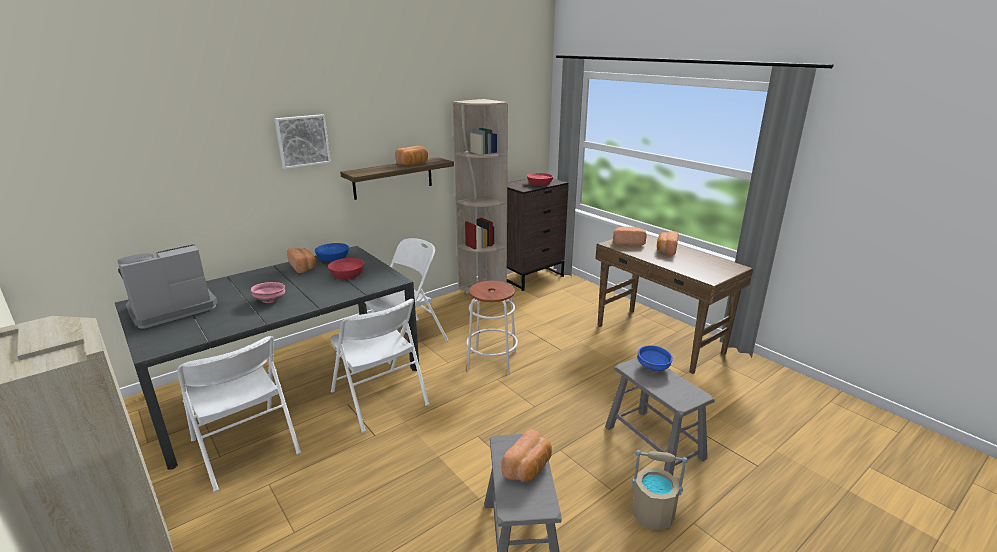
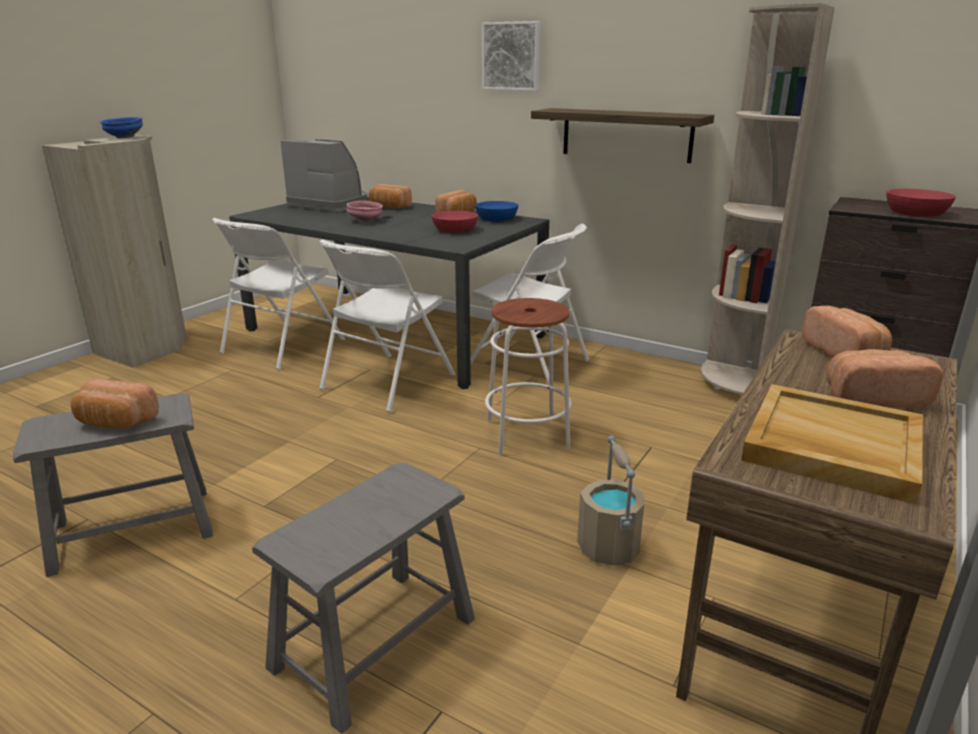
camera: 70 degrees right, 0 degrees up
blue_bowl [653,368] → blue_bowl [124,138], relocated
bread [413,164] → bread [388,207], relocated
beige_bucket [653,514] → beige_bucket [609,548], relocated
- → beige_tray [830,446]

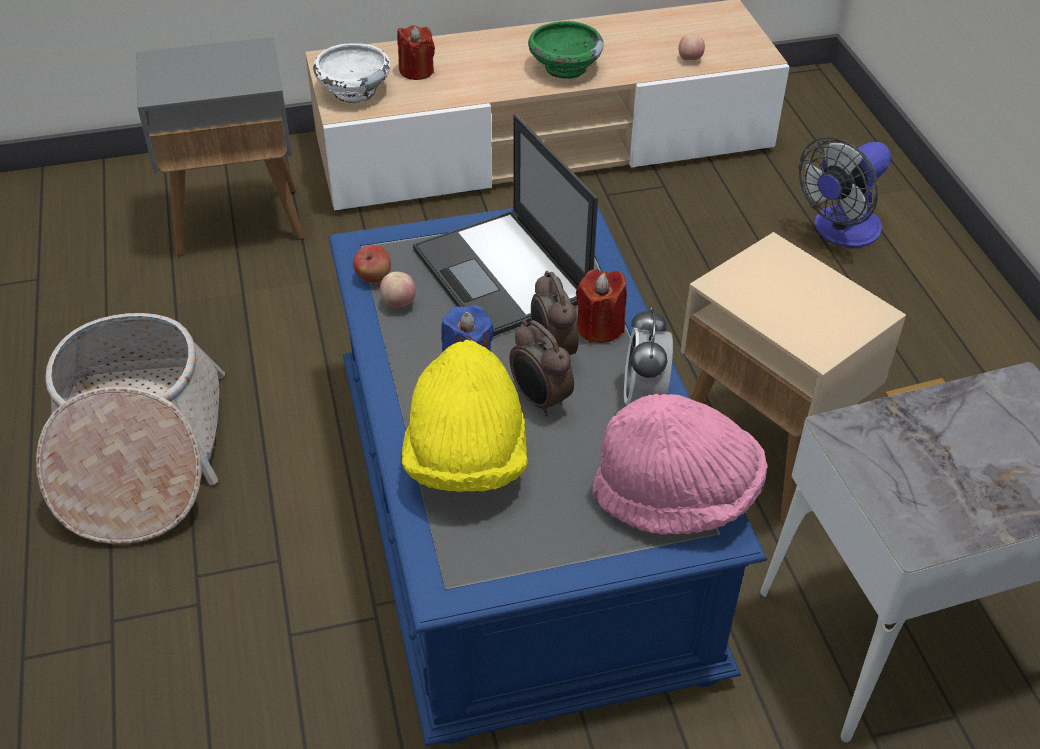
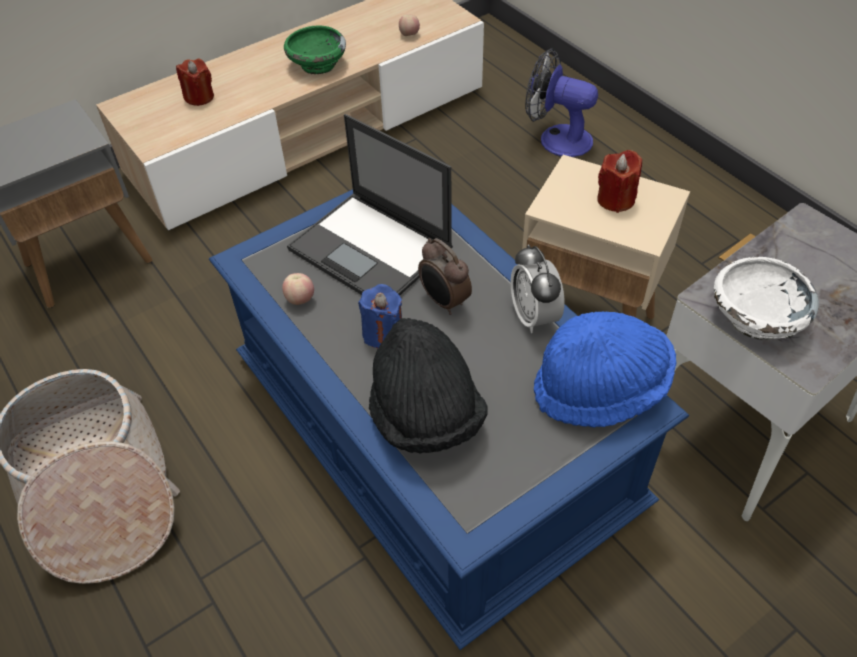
camera: 20 degrees left, 5 degrees up
yellow_hat [466,460] → black_hat [425,415]
fan [839,232] → fan [556,138], 90 degrees clockwise
pink_hat [676,496] → blue_hat [600,389]
red_candle [600,327] → red_candle [615,199], relocated
white_bowl [354,91] → white_bowl [755,318], relocated
apple [373,277] → -
alarm_clock [539,400] → -

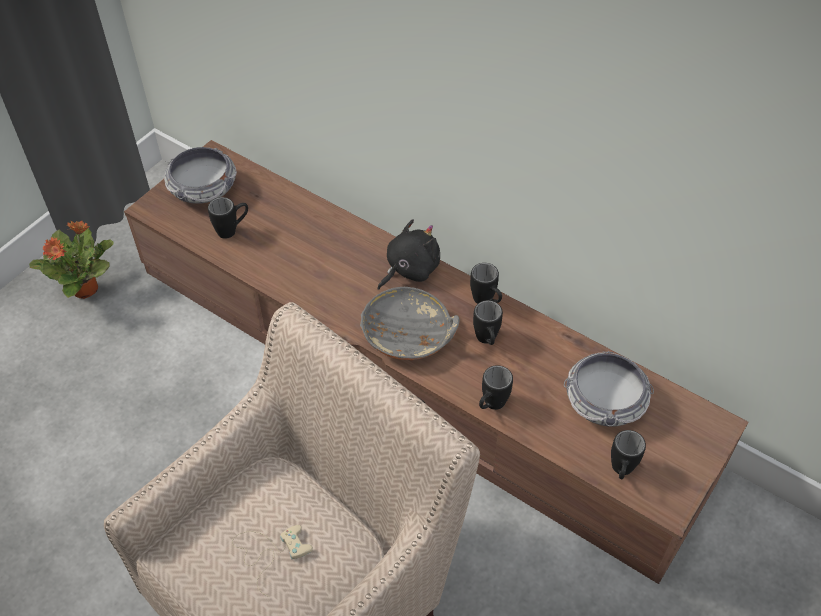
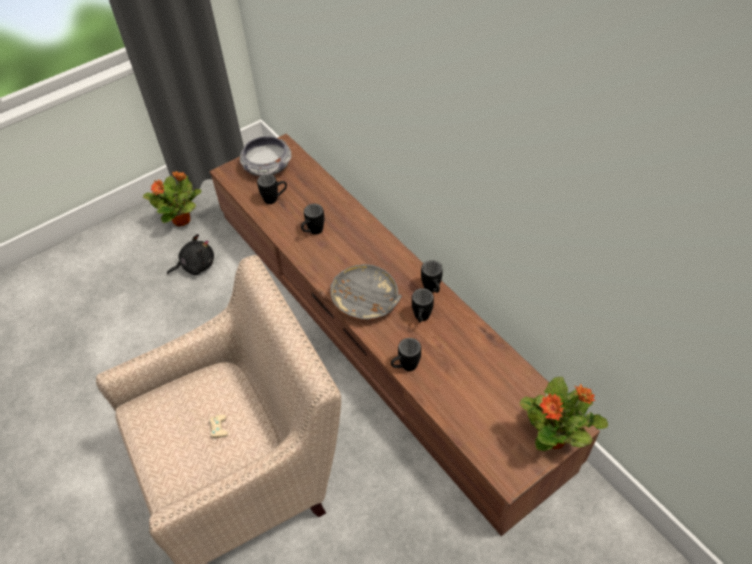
camera: 20 degrees right, 0 degrees up
black_plush_toy [409,269] → black_plush_toy [196,265], relocated
black_mug [621,472] → black_mug [313,232], relocated
- → potted_plant [554,437]
bowl [604,401] → -

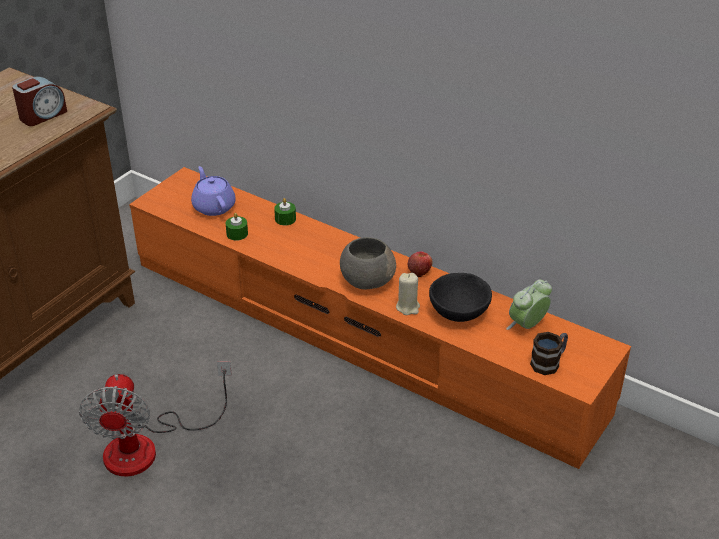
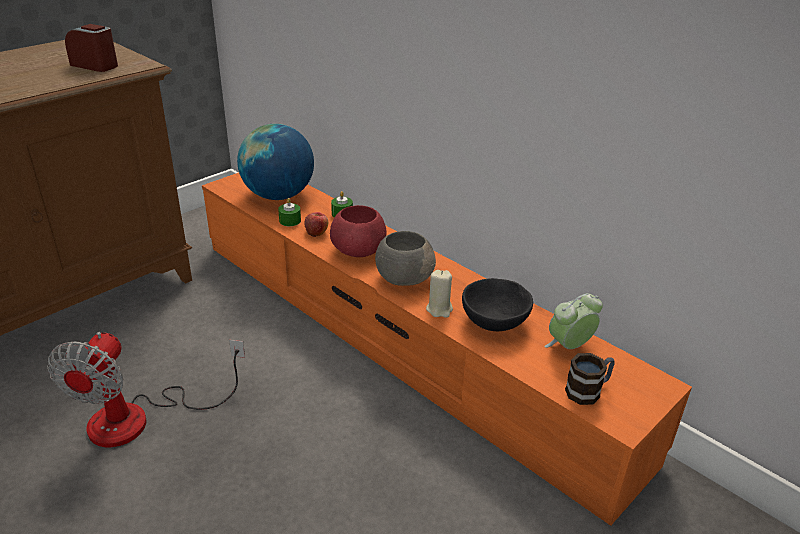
camera: 10 degrees right, 5 degrees down
alarm_clock [42,115] → alarm_clock [95,65], 120 degrees counterclockwise
purple_teapot [213,206] → globe [278,195]
apple [419,271] → apple [316,232], relocated
- → red_bowl [359,250]

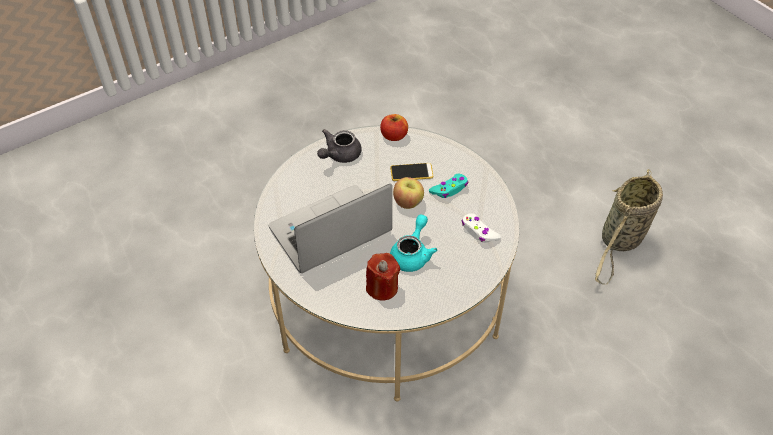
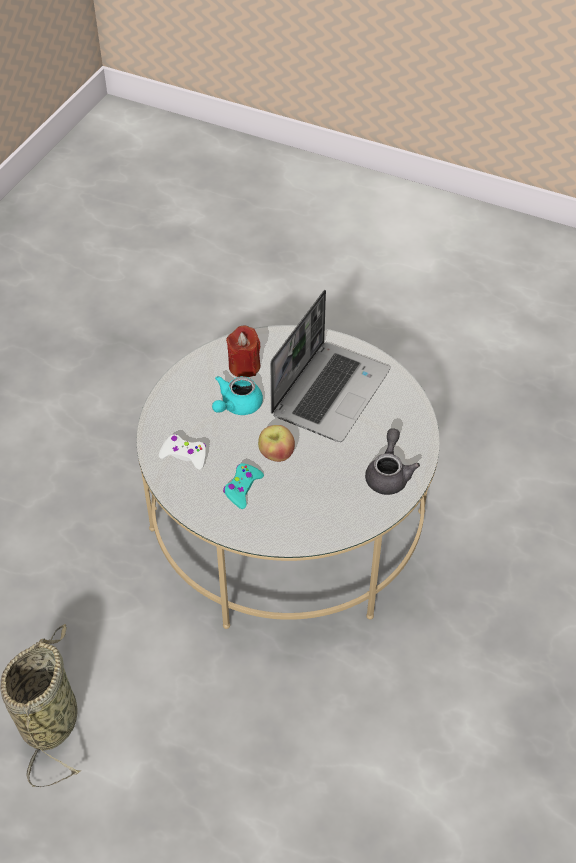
camera: 150 degrees right, 0 degrees up
turquoise_teapot [412,254] → turquoise_teapot [237,406], 45 degrees clockwise
apple [394,136] → -
phone [411,172] → -

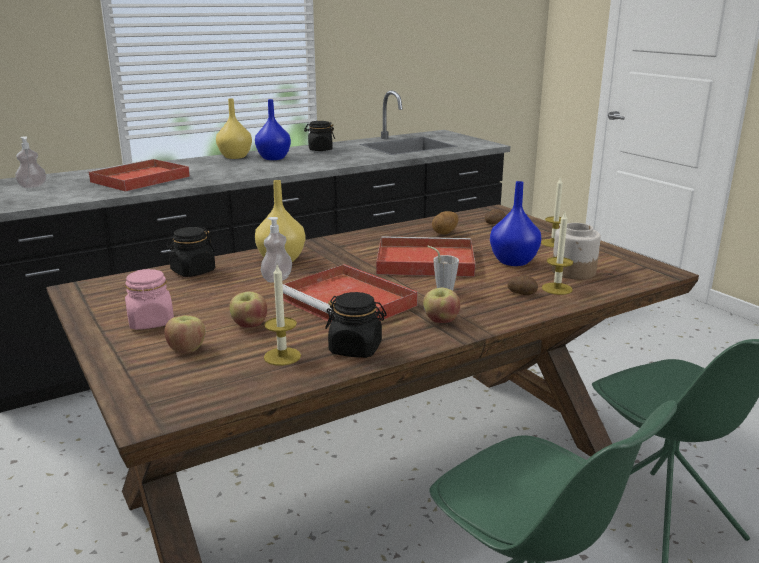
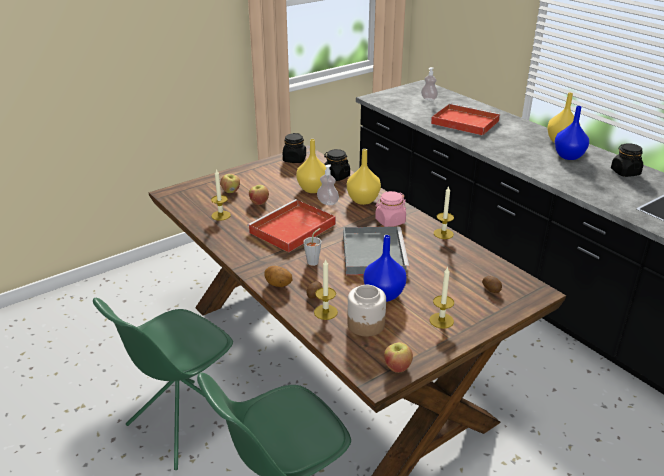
camera: 85 degrees right, 10 degrees up
potato [445,233] → potato [278,285], relocated
black_jar [356,349] → black_jar [294,159], relocated
- → yellow_vase [313,189]
red_tray [423,262] → grey_tray [372,253]
pink_jar [151,322] → pink_jar [390,221], relocated
apple [440,321] → apple [397,367], relocated
- → candle [443,234]

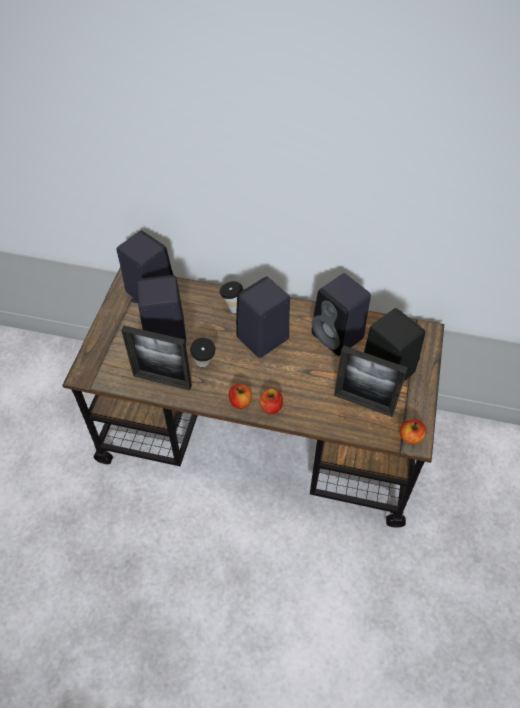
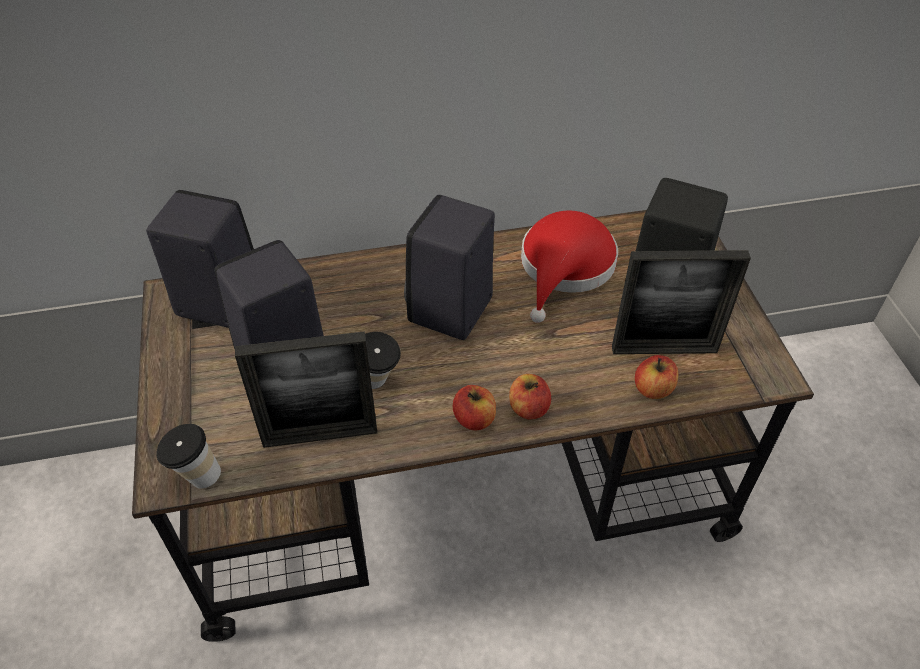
camera: 25 degrees left, 5 degrees down
cup [232,307] → cup [196,476], relocated
black_speaker [339,337] → red_hat [565,268]
apple [410,437] → apple [653,389], relocated

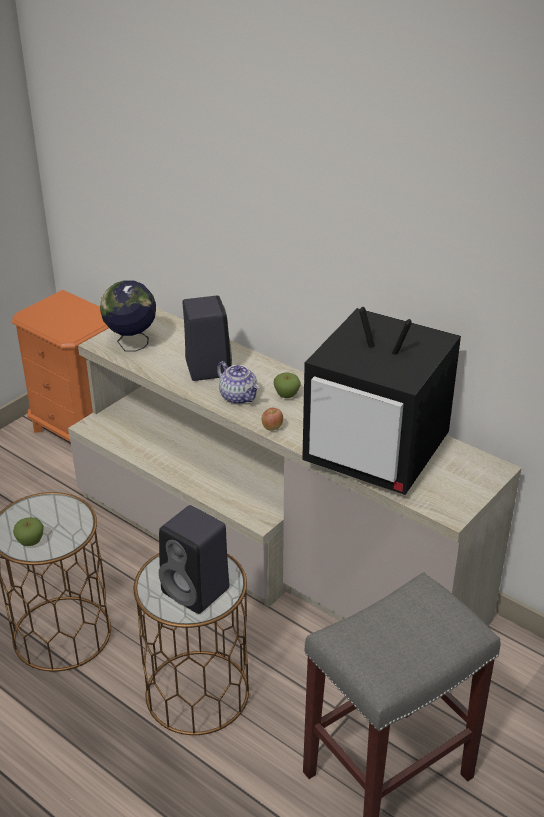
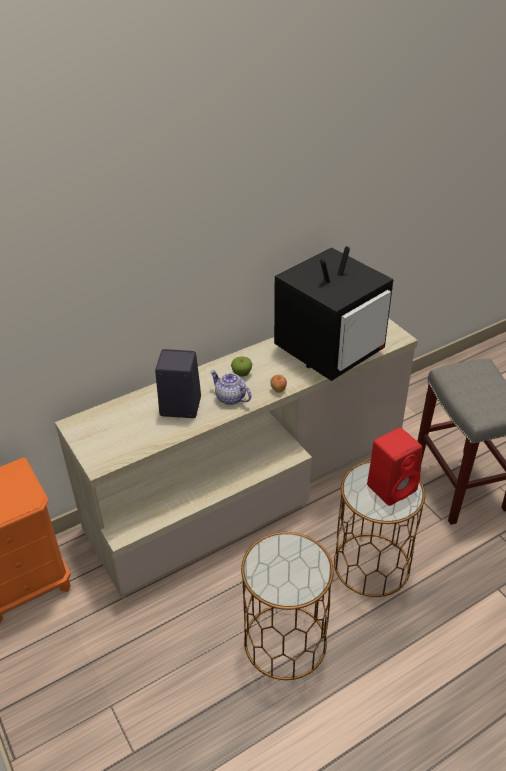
camera: 70 degrees left, 5 degrees up
teapot [239,397] → teapot [230,398], 120 degrees counterclockwise
black_speaker [197,591] → red_speaker [392,487]
apple [30,542] → -
globe [131,344] → -

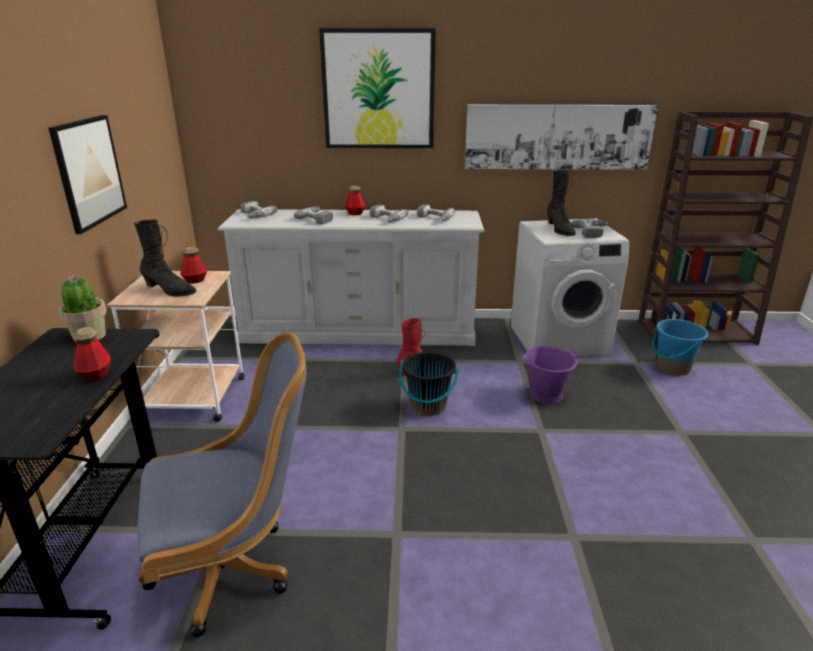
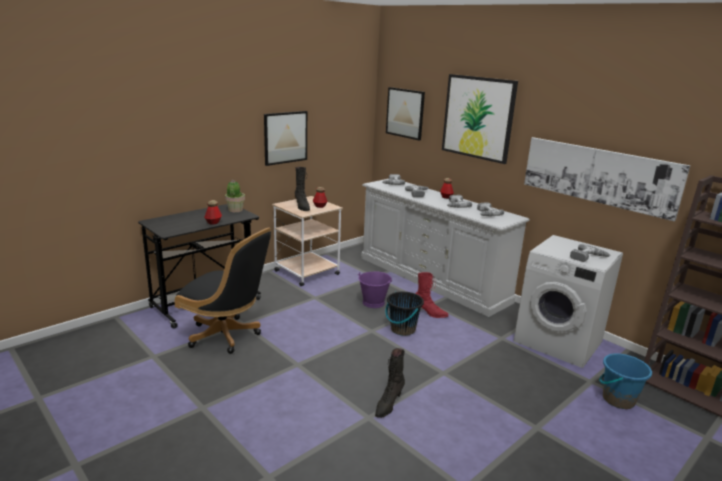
camera: 45 degrees right, 5 degrees down
blue_office_chair [235,568] → black_office_chair [229,337]
purple_bucket [546,394] → purple_bucket [373,303], relocated
black_boot [559,230] → black_boot [388,405], relocated
- → picture [405,113]

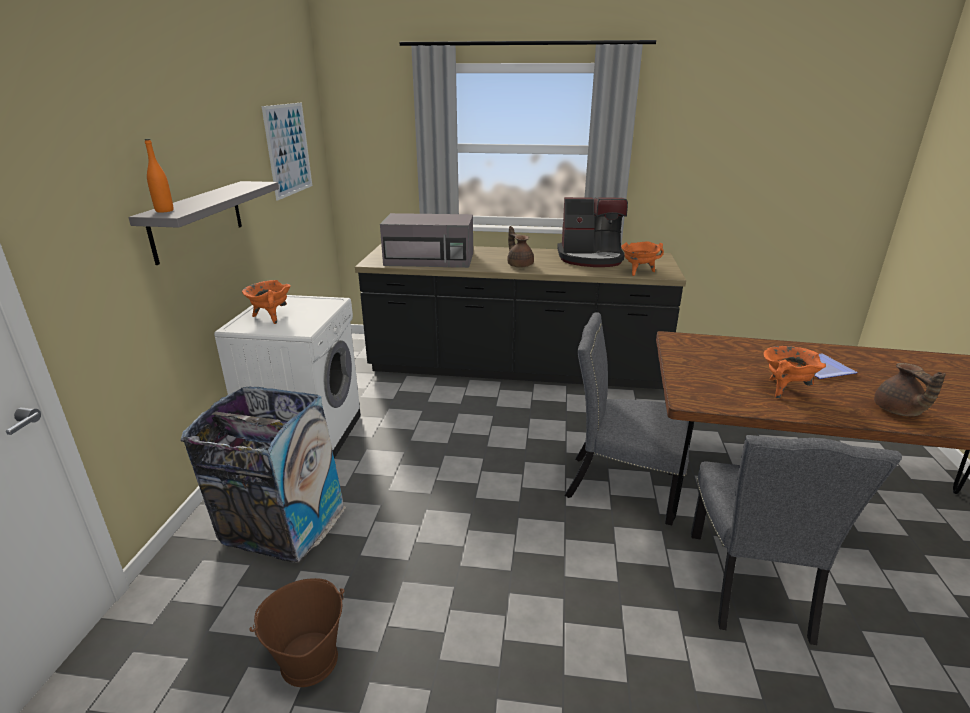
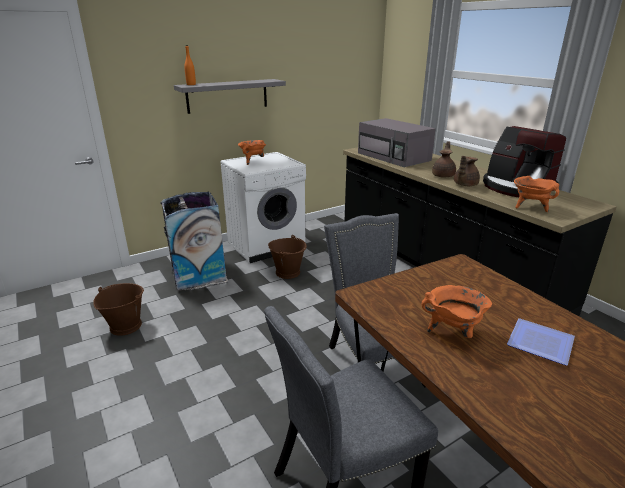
camera: 50 degrees right, 0 degrees up
- → brown_bucket [288,272]
brown_teapot [898,411] → brown_teapot [464,185], relocated
picture [288,149] → -

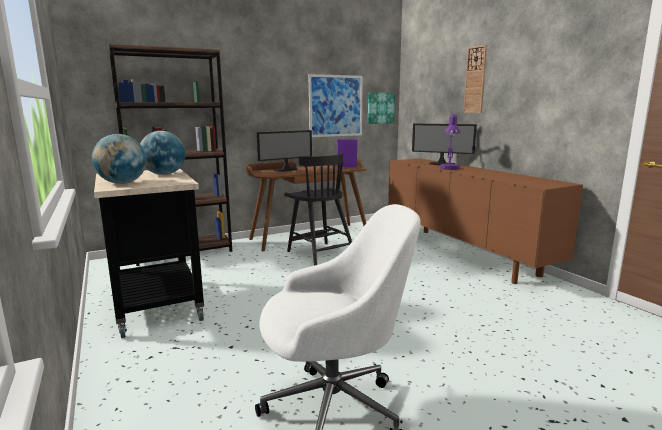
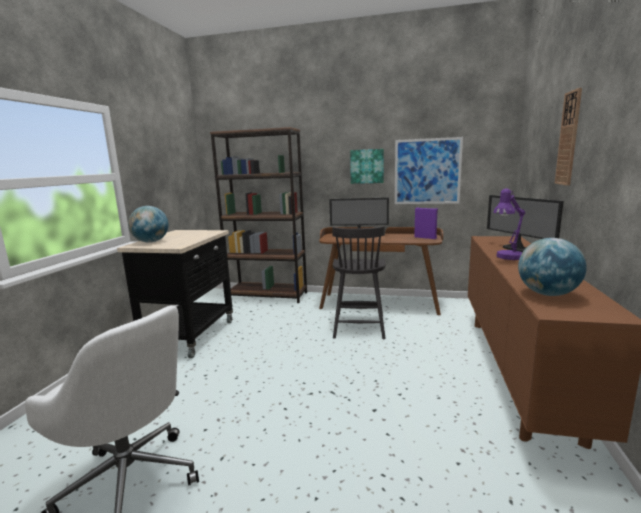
camera: 40 degrees right, 0 degrees up
picture [380,108] → picture [367,166], relocated
globe [164,174] → globe [547,294], relocated

